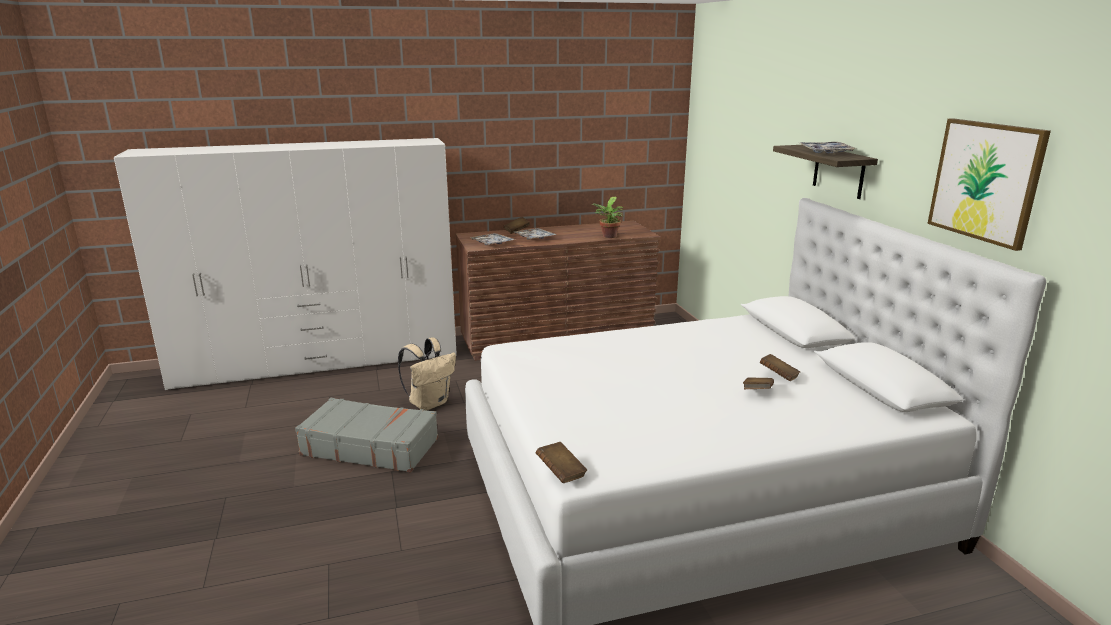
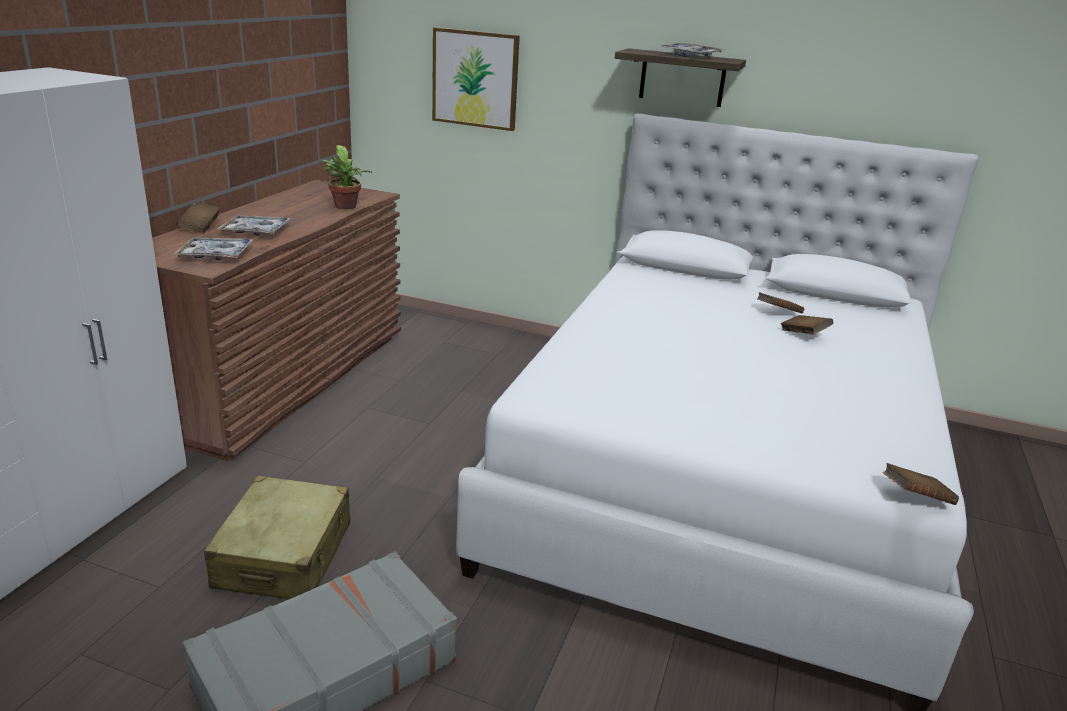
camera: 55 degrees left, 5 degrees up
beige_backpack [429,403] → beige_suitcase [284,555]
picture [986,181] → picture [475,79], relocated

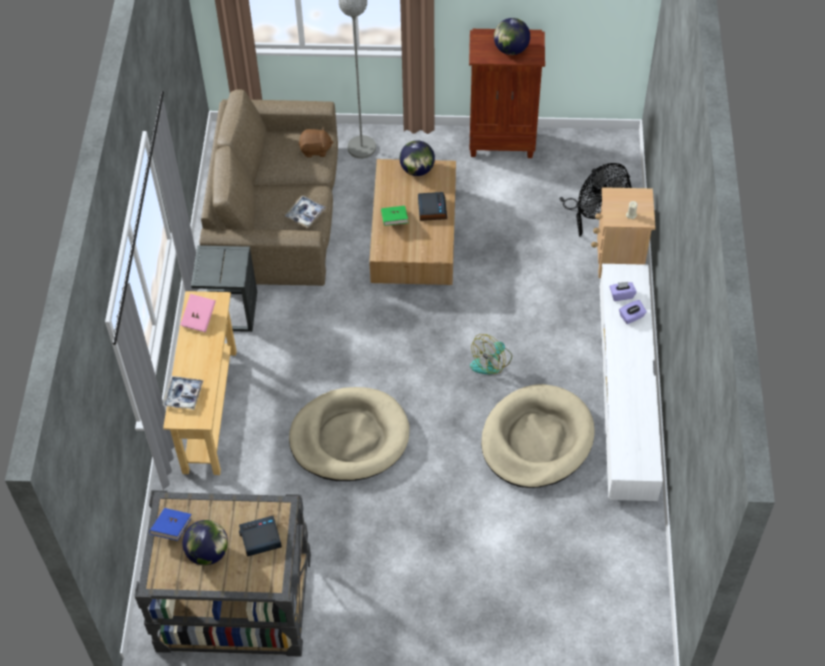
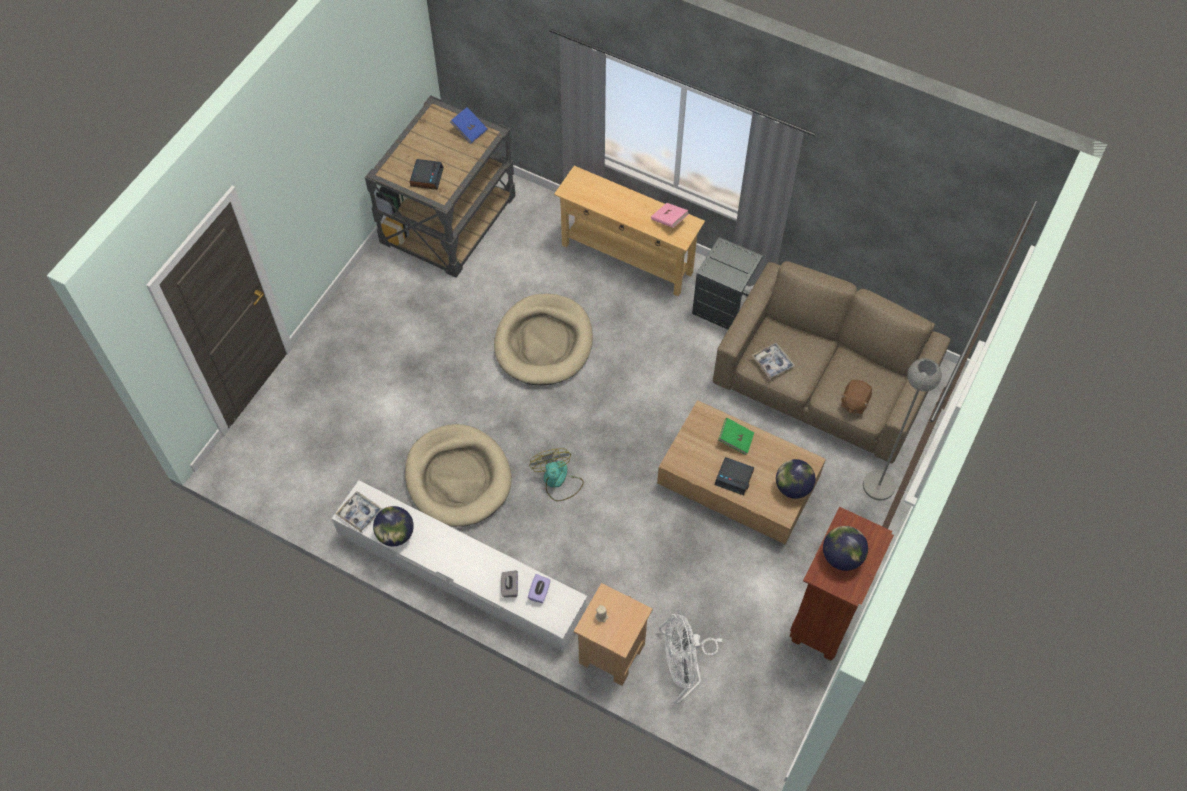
camera: 115 degrees right, 5 degrees up
tray [183,395] → tray [359,513], relocated
globe [208,553] → globe [395,534], relocated
purple_tissue_box [631,317] → grey_tissue_box [510,587]
black_fan [594,214] → white_fan [685,662]

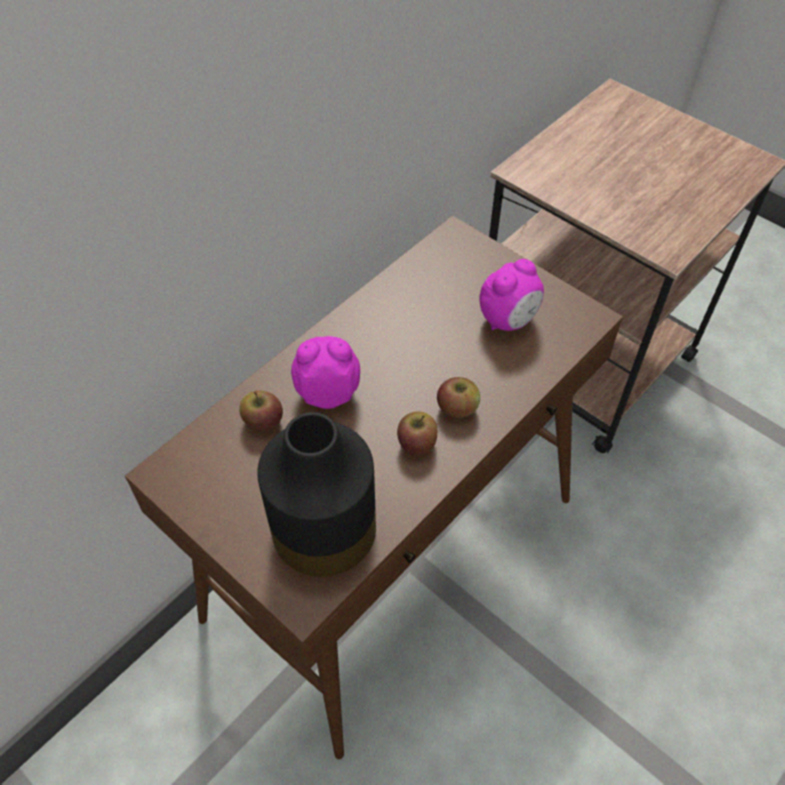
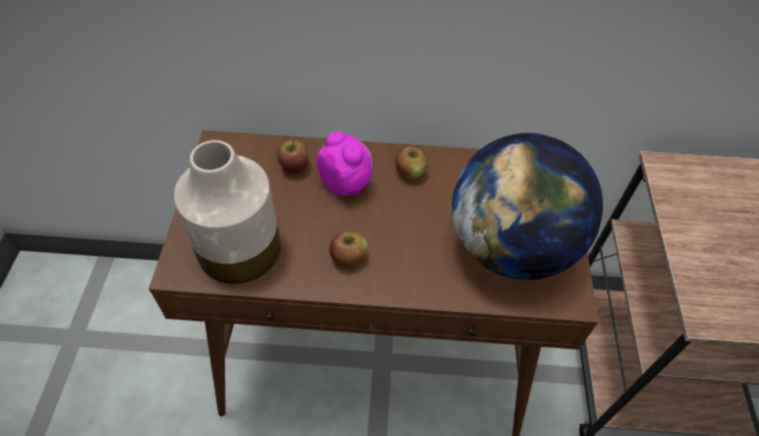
camera: 50 degrees right, 0 degrees up
black_vase [322,529] → beige_vase [238,247]
apple [457,408] → apple [410,171], relocated
alarm_clock [508,320] → globe [511,246]

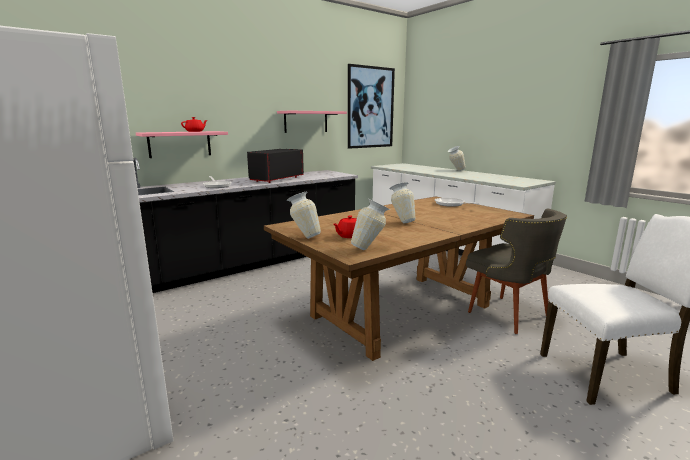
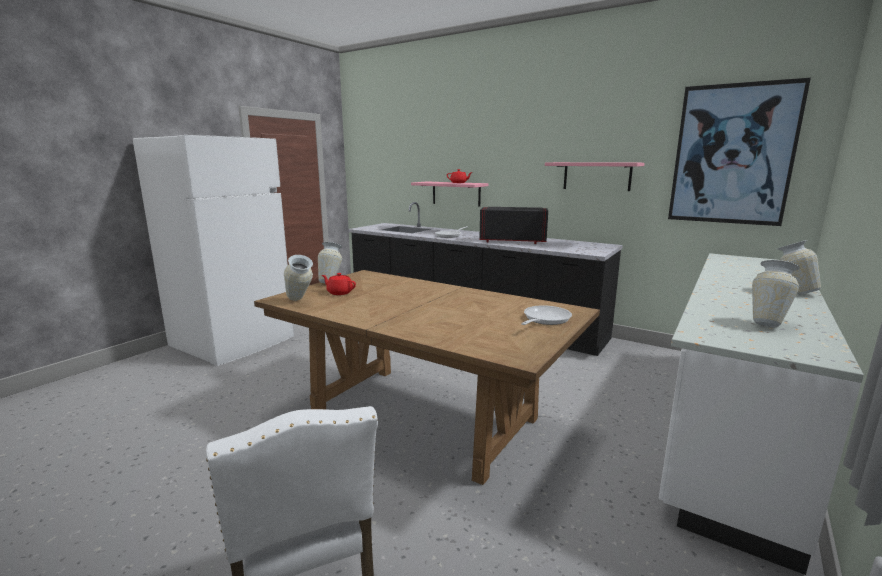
camera: 70 degrees right, 0 degrees up
vase [402,221] → vase [768,323], relocated
grey_chair [507,314] → -

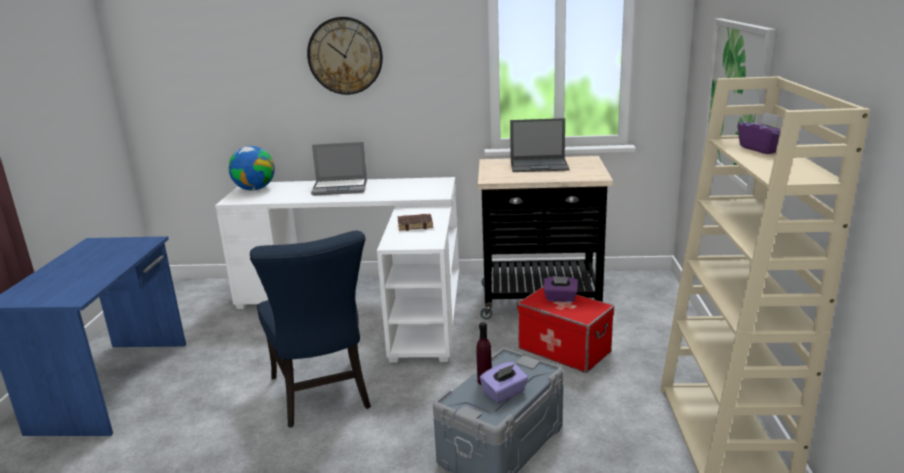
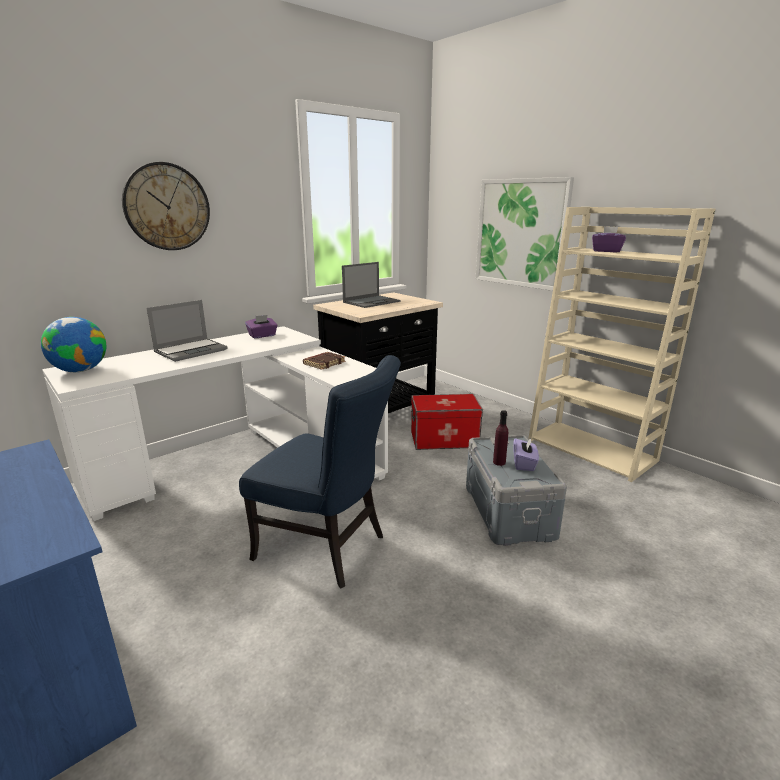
camera: 45 degrees left, 0 degrees up
purple_tissue_box [560,298] → purple_tissue_box [262,335], relocated

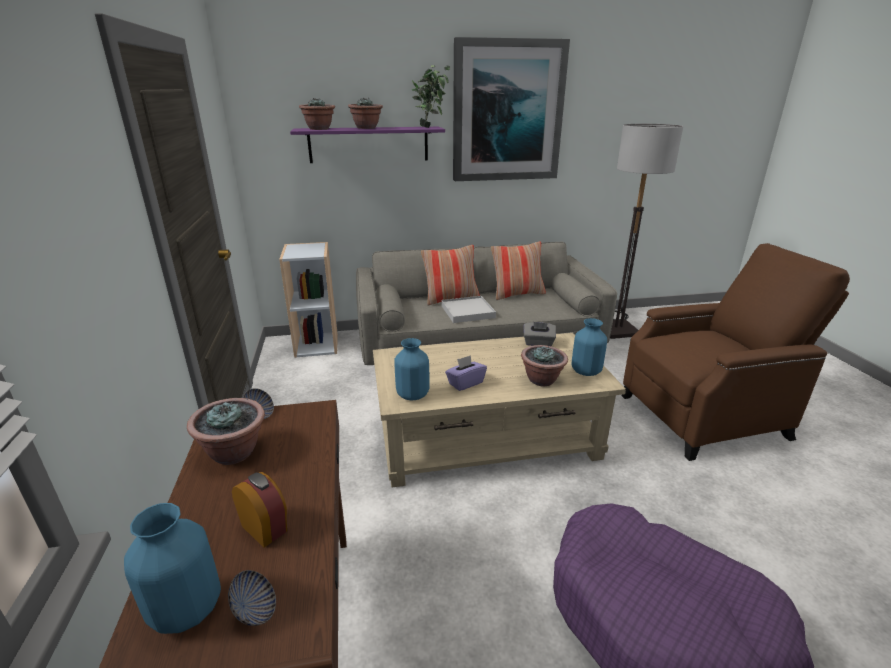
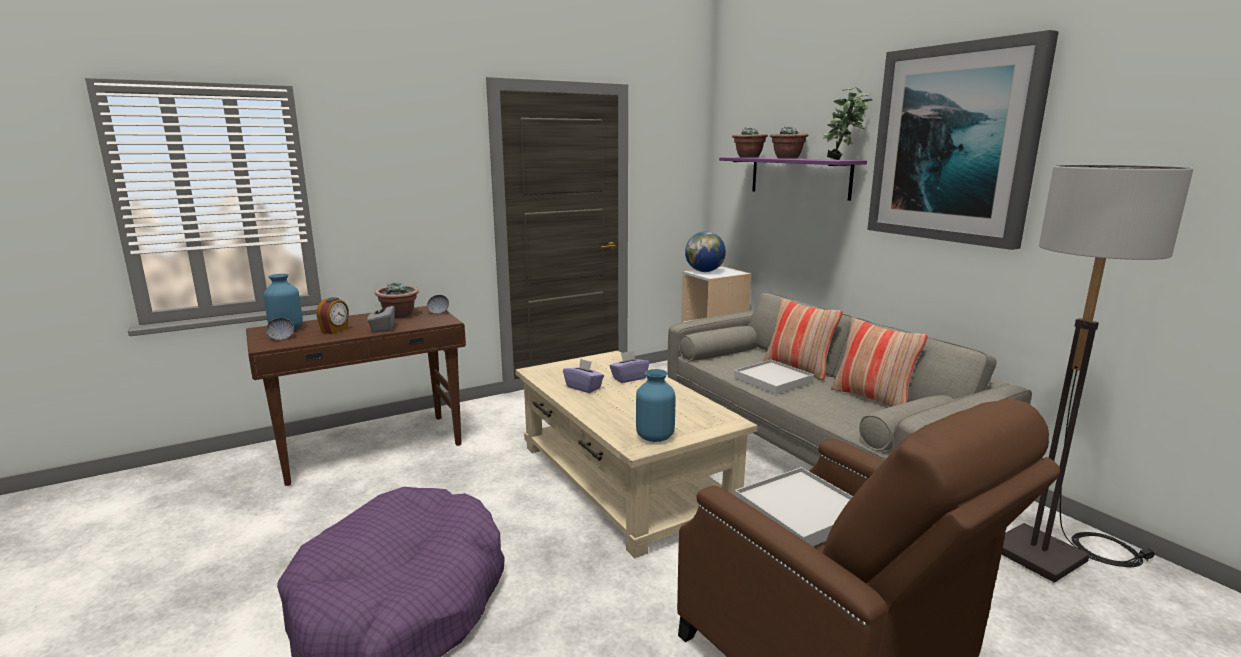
camera: 70 degrees right, 10 degrees down
grey_tissue_box [538,343] → grey_tissue_box [382,328], relocated
- → purple_tissue_box [629,378]
- → globe [704,271]
- → white_tray [801,511]
blue_vase [412,394] → -
potted_plant [542,380] → -

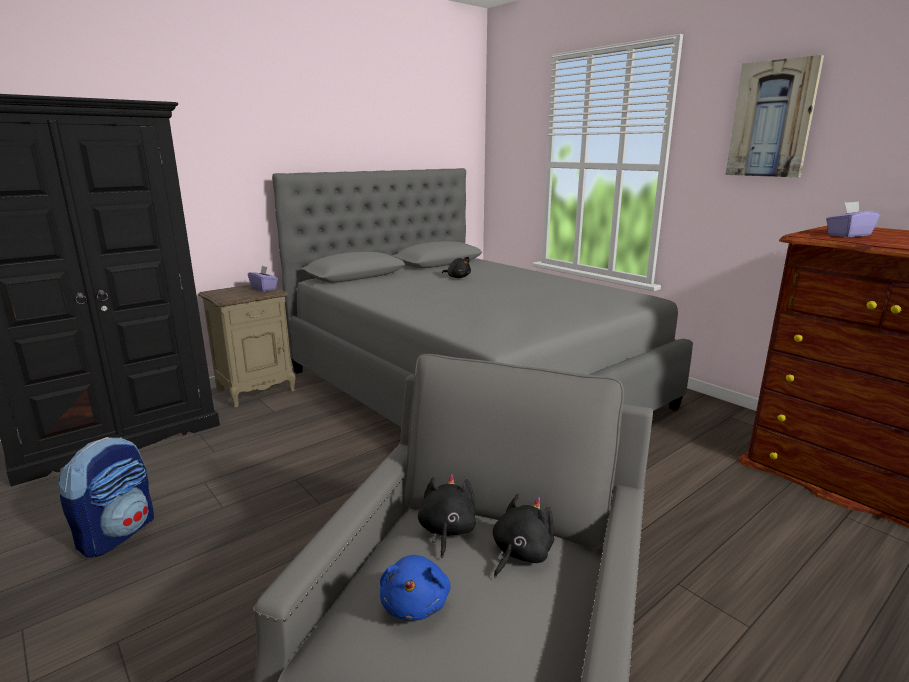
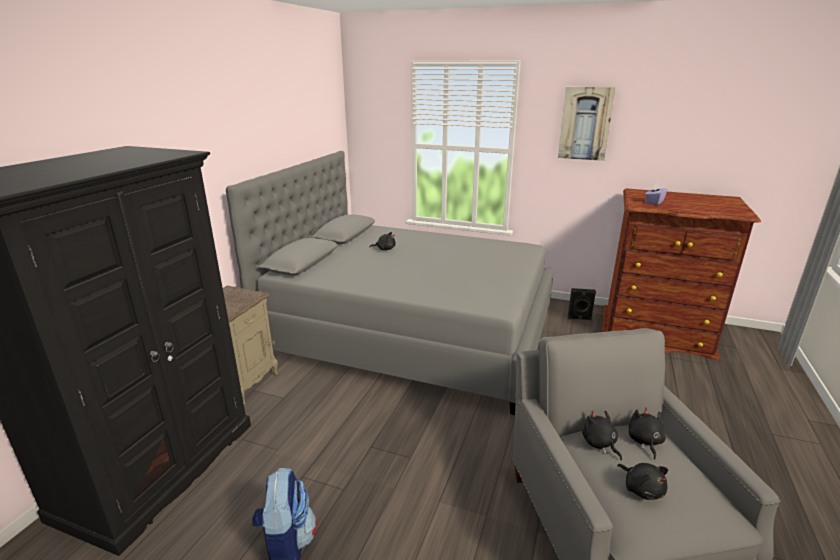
camera: 30 degrees left, 5 degrees up
- → black_speaker [579,318]
blue_plush_toy [415,603] → black_plush_toy [642,489]
purple_tissue_box [264,288] → -

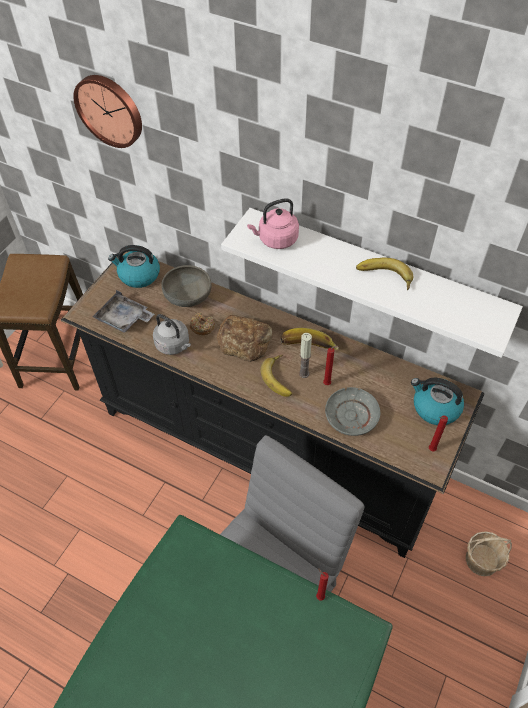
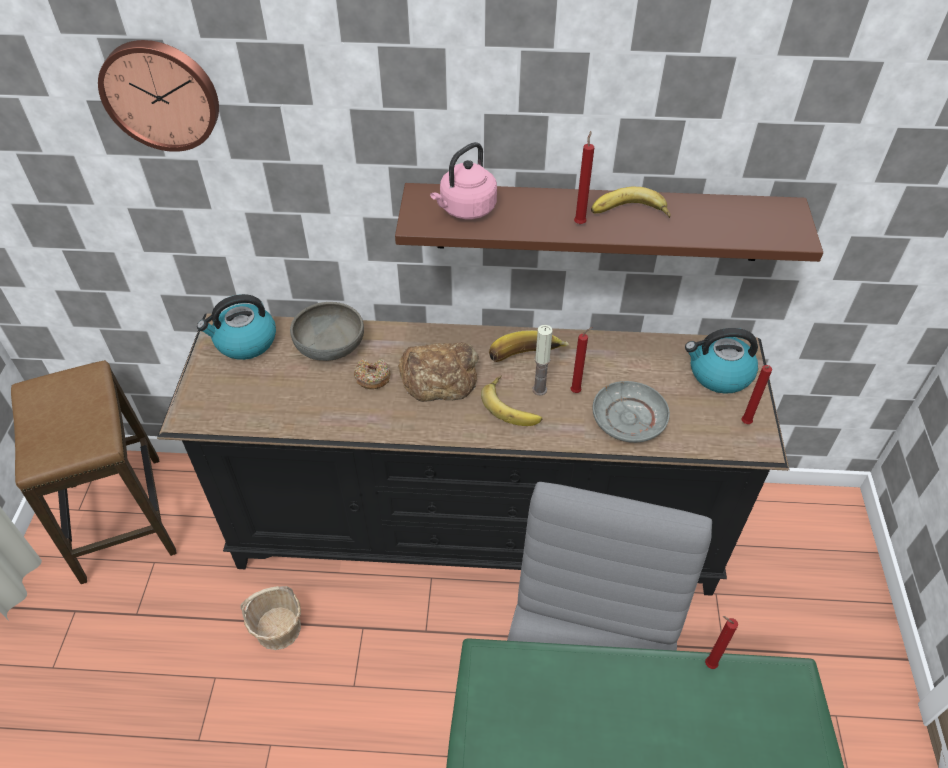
camera: 25 degrees left, 5 degrees down
basket [482,560] → basket [278,628], relocated
white_shelf [374,274] → brown_shelf [599,222]
- → red_candle [580,222]
grey_tray [124,319] → -
grey_kettle [174,345] → -

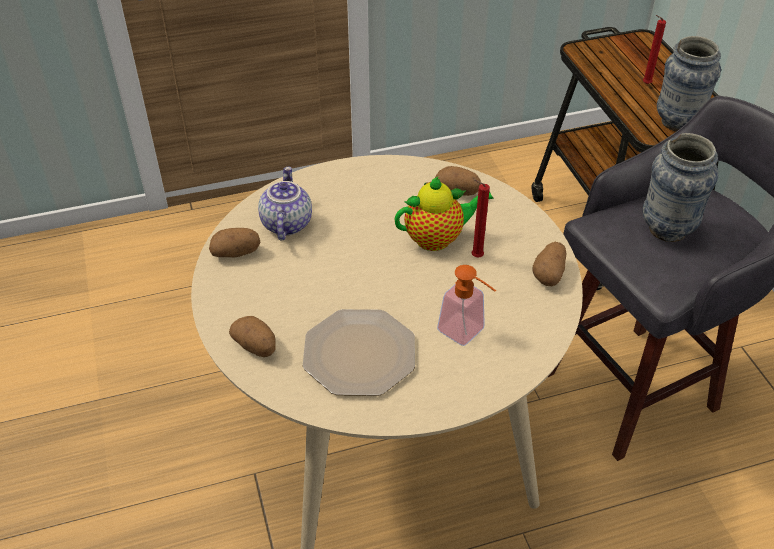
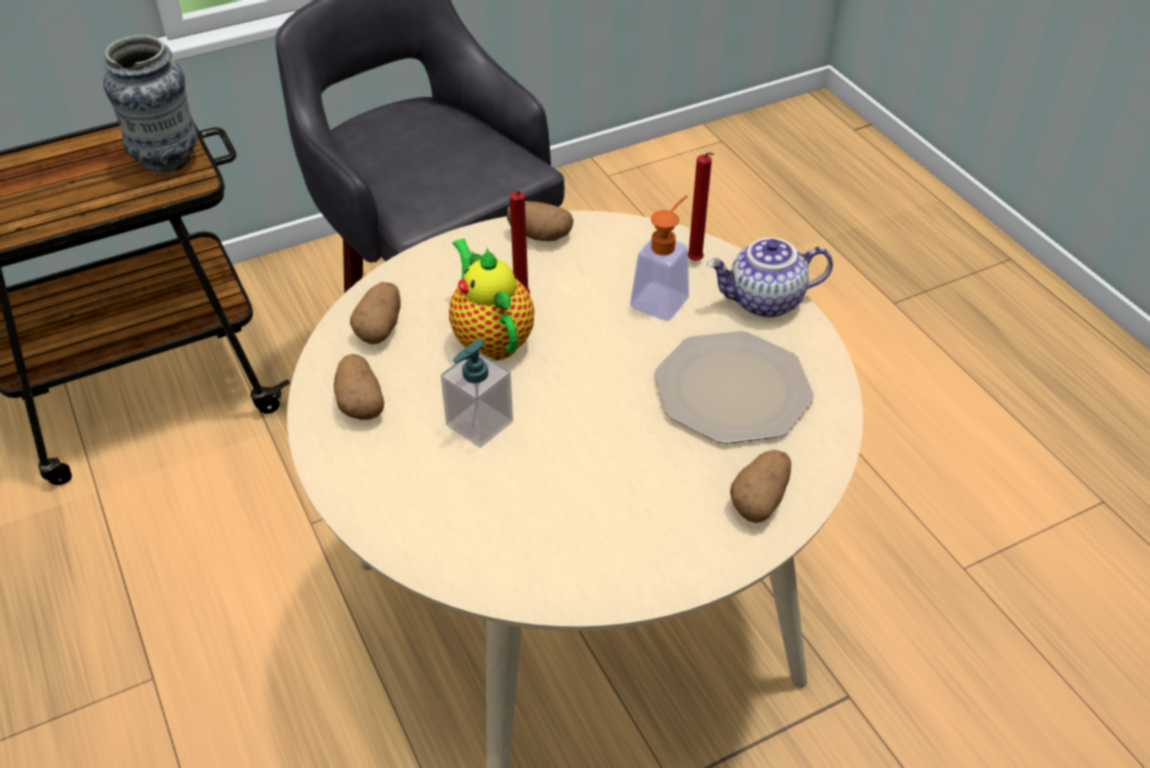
camera: 100 degrees left, 0 degrees up
potato [236,252] → potato [360,402], relocated
- → soap_dispenser [479,423]
red_candle [645,84] → red_candle [696,262], relocated
teapot [285,223] → teapot [765,302], relocated
vase [667,229] → -

